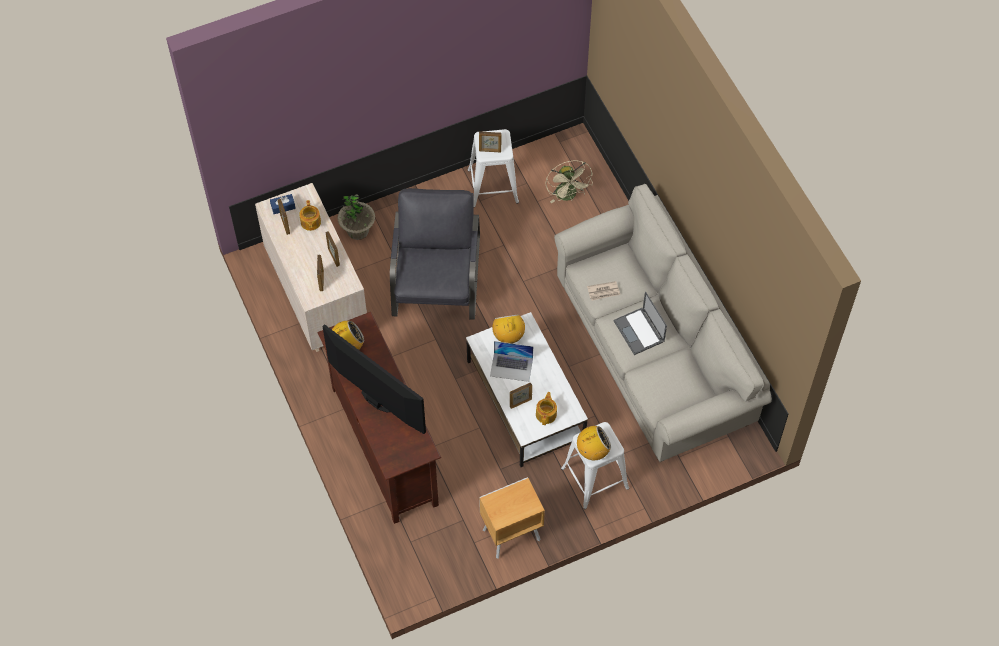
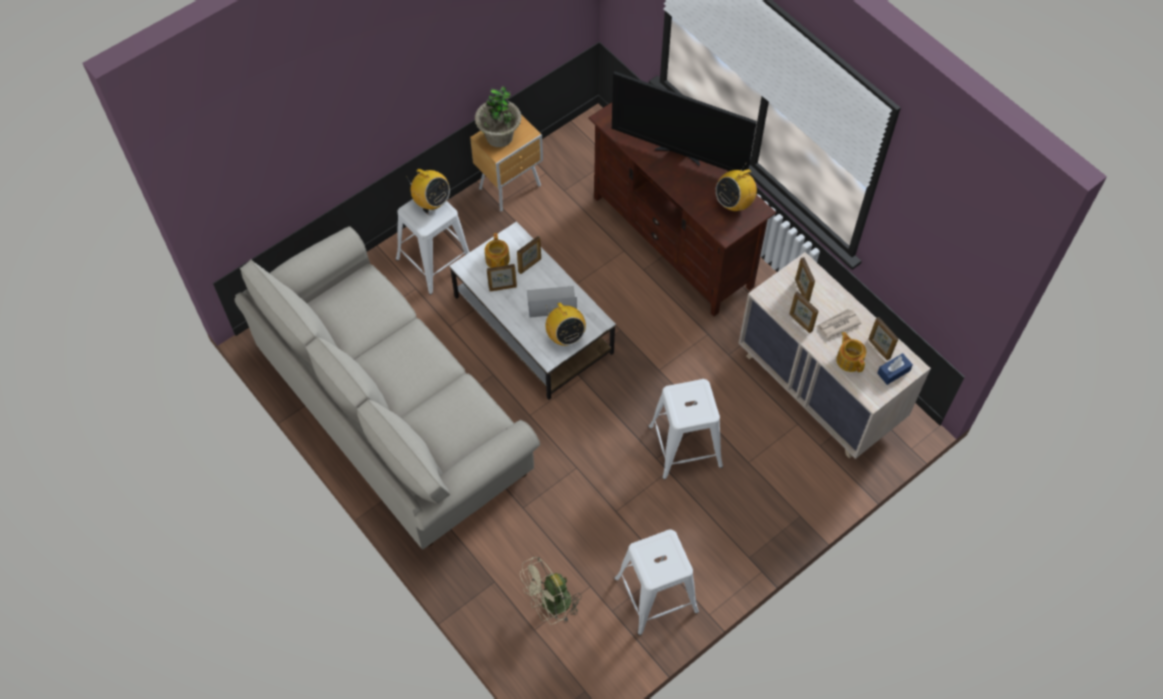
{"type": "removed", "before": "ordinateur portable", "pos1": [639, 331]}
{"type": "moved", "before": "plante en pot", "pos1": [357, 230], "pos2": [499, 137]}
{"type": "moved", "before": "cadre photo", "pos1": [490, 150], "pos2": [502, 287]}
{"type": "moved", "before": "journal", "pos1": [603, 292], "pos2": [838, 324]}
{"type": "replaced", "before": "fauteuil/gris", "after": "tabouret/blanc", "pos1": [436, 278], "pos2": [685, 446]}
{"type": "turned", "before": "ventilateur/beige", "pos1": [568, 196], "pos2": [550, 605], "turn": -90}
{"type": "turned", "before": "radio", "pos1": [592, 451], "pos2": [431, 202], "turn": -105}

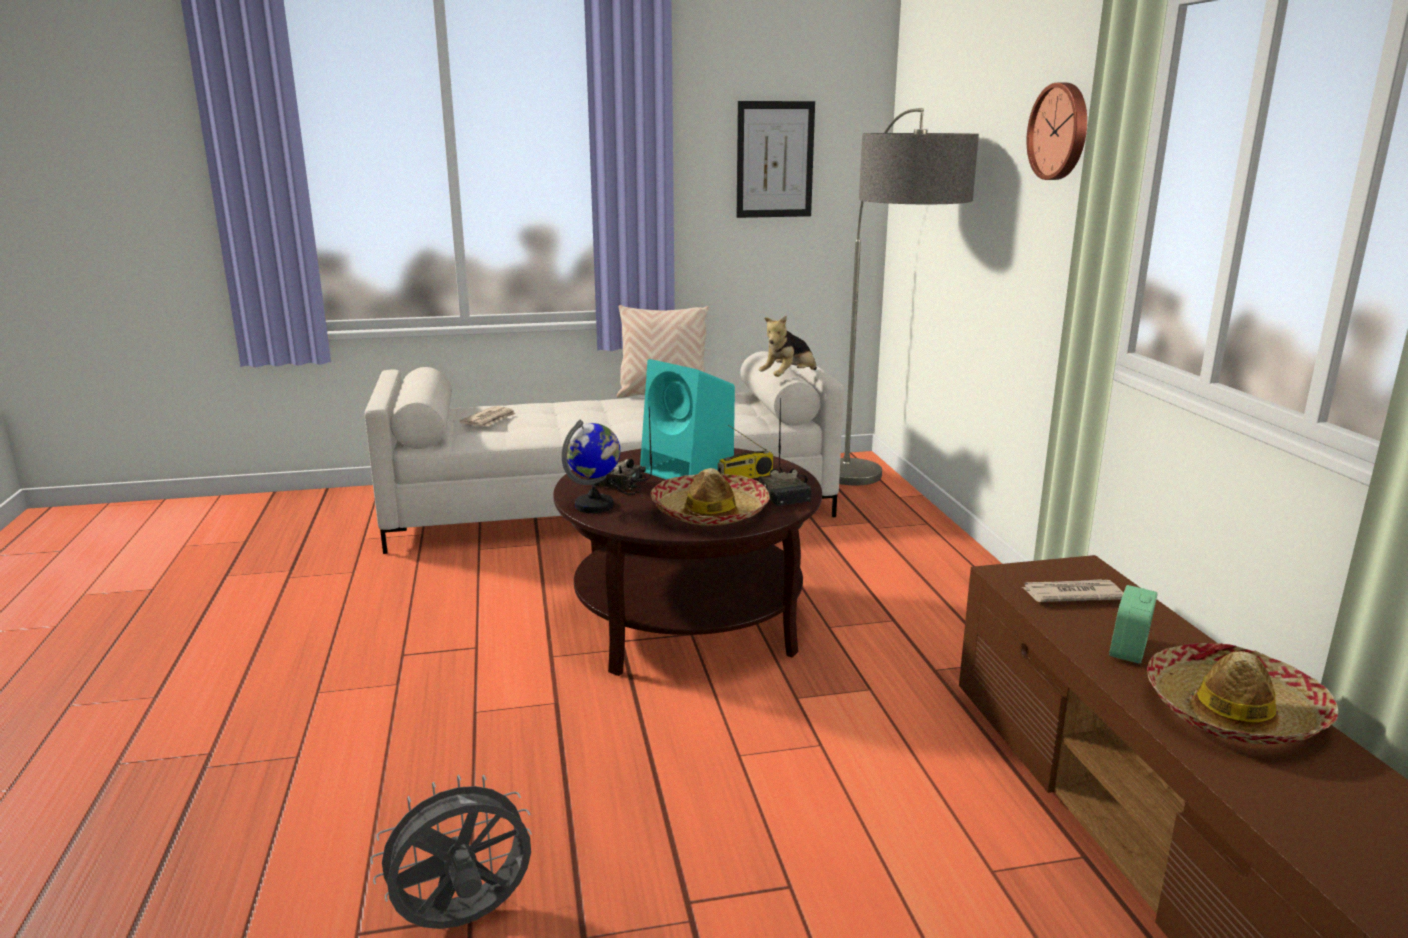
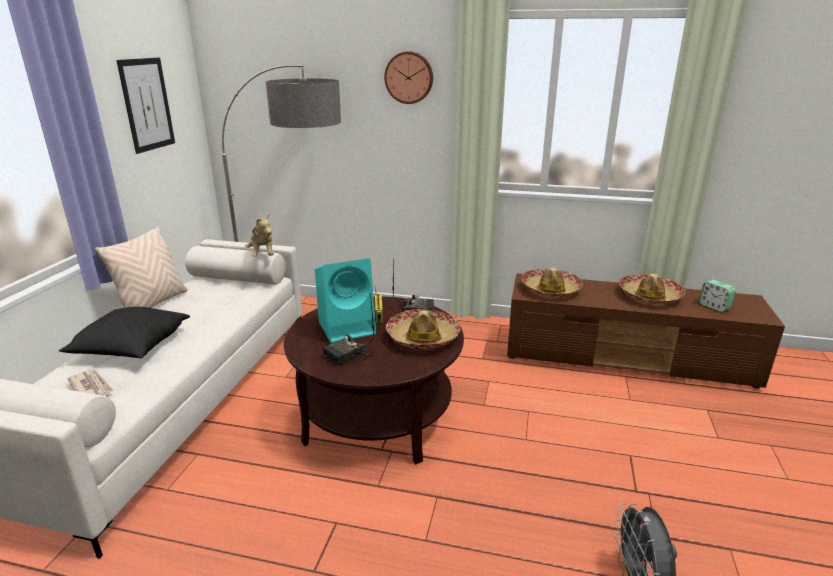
{"type": "removed", "before": "globe", "pos1": [595, 506]}
{"type": "added", "after": "coussin/noir", "pos2": [131, 347]}
{"type": "moved", "before": "réveil", "pos1": [1129, 650], "pos2": [714, 306]}
{"type": "replaced", "before": "journal", "after": "chapeau", "pos1": [1070, 594], "pos2": [550, 289]}

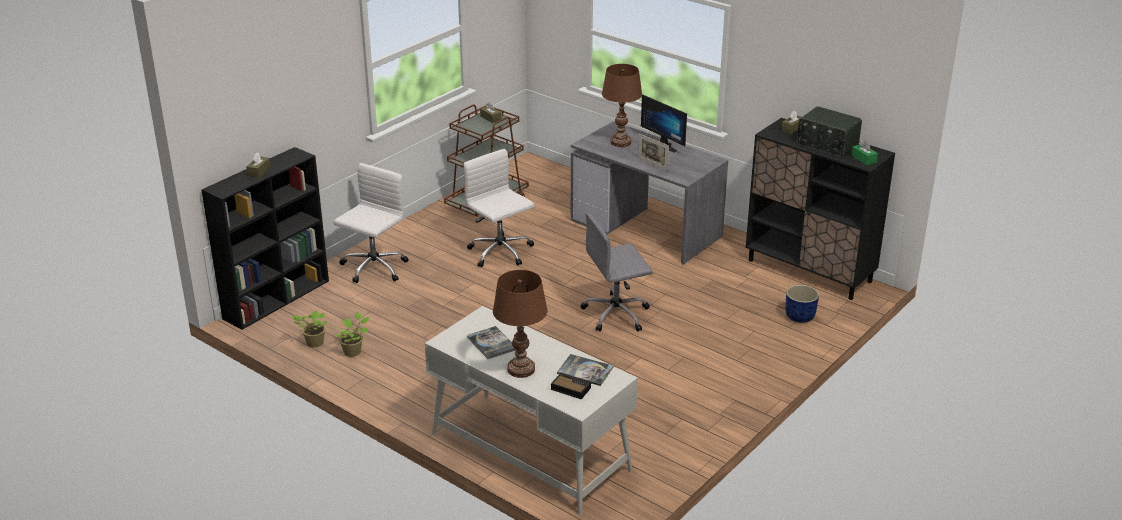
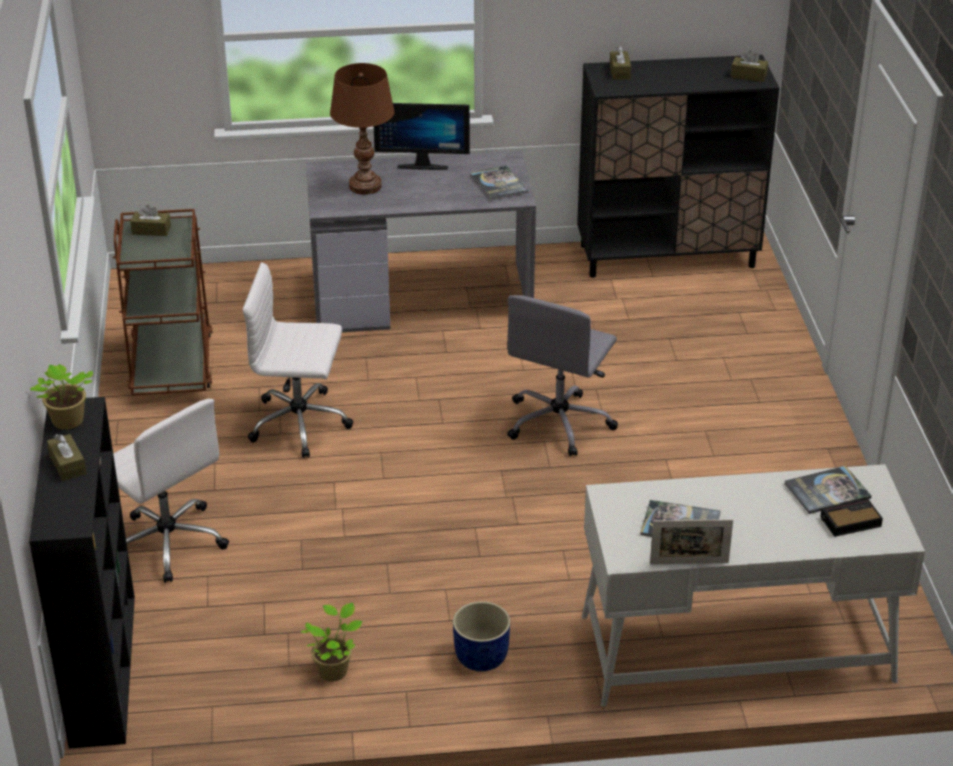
{"type": "removed", "before": "lampe de table/marron", "pos1": [521, 369]}
{"type": "removed", "before": "radio", "pos1": [827, 144]}
{"type": "added", "after": "livre", "pos2": [498, 184]}
{"type": "moved", "before": "plante en pot", "pos1": [313, 343], "pos2": [67, 422]}
{"type": "moved", "before": "cadre photo", "pos1": [652, 164], "pos2": [689, 563]}
{"type": "moved", "before": "cache-pot/bleu", "pos1": [799, 317], "pos2": [481, 657]}
{"type": "recoloured", "before": "boîte à mouchoirs/vert", "after": "boîte à mouchoirs/marron", "pos1": [863, 159], "pos2": [748, 76]}
{"type": "turned", "before": "chaise de bureau/blanc", "pos1": [373, 268], "pos2": [167, 542], "turn": 150}

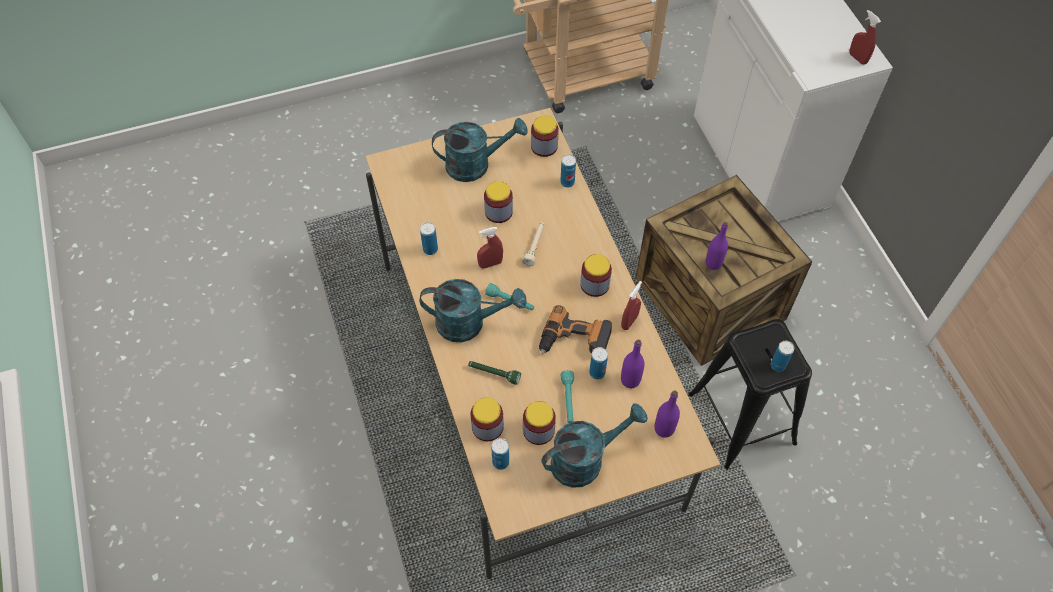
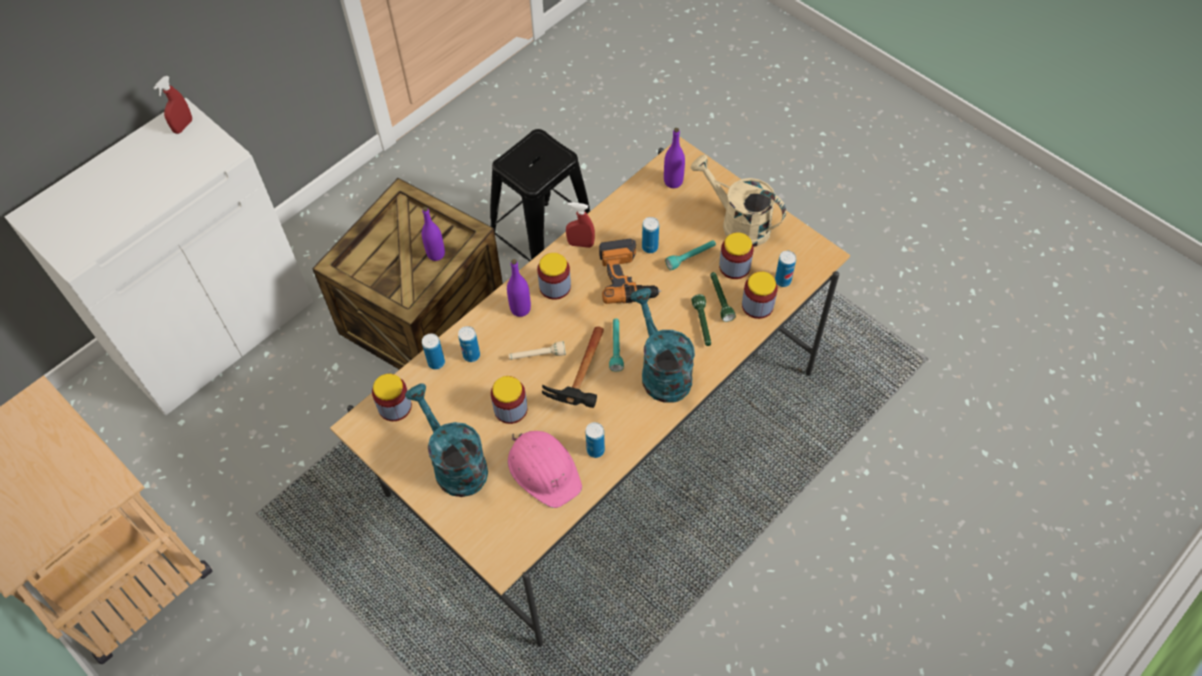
{"type": "added", "after": "casque de chantier/rose", "pos2": [544, 469]}
{"type": "added", "after": "lampe de poche/vert", "pos2": [720, 299]}
{"type": "moved", "before": "bouteille/violet", "pos1": [630, 380], "pos2": [520, 309]}
{"type": "moved", "before": "boîte métallique", "pos1": [778, 365], "pos2": [471, 355]}
{"type": "replaced", "before": "vaporisateur/rouge", "after": "marteau", "pos1": [490, 264], "pos2": [581, 385]}
{"type": "recoloured", "before": "arrosoir/turquoise", "after": "arrosoir/beige", "pos1": [585, 459], "pos2": [737, 223]}

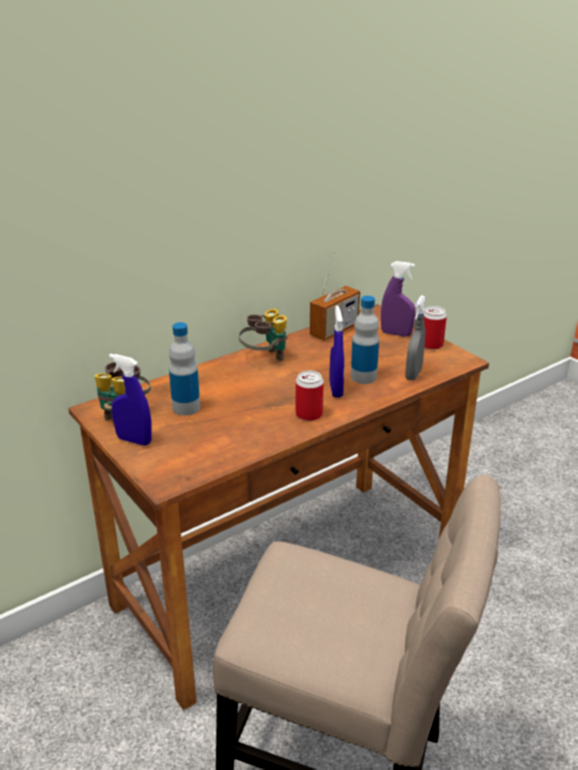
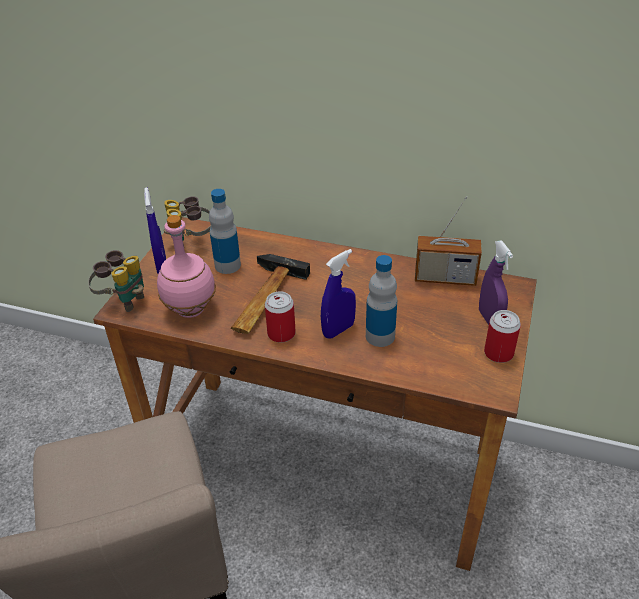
{"type": "removed", "before": "vaporisateur/gris", "pos1": [413, 374]}
{"type": "added", "after": "bouteille/rose", "pos2": [190, 310]}
{"type": "added", "after": "marteau", "pos2": [262, 299]}
{"type": "moved", "before": "jumelles", "pos1": [264, 358], "pos2": [123, 300]}

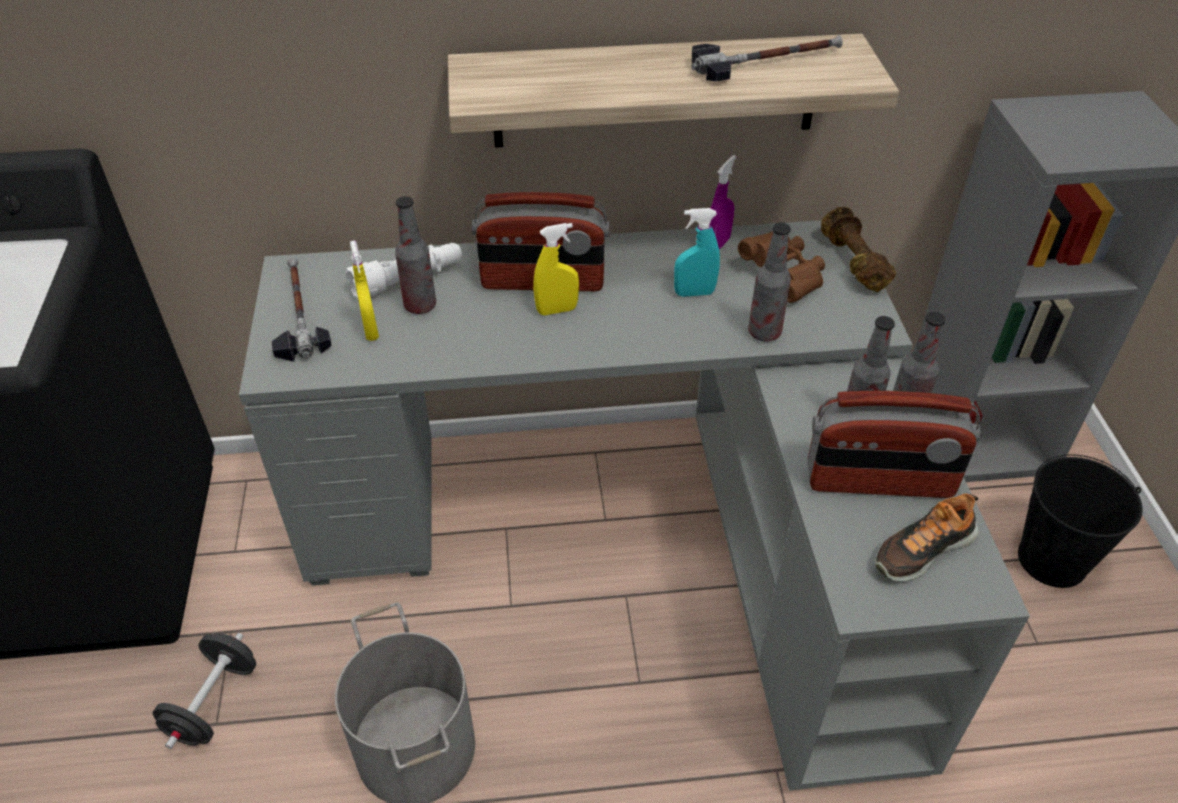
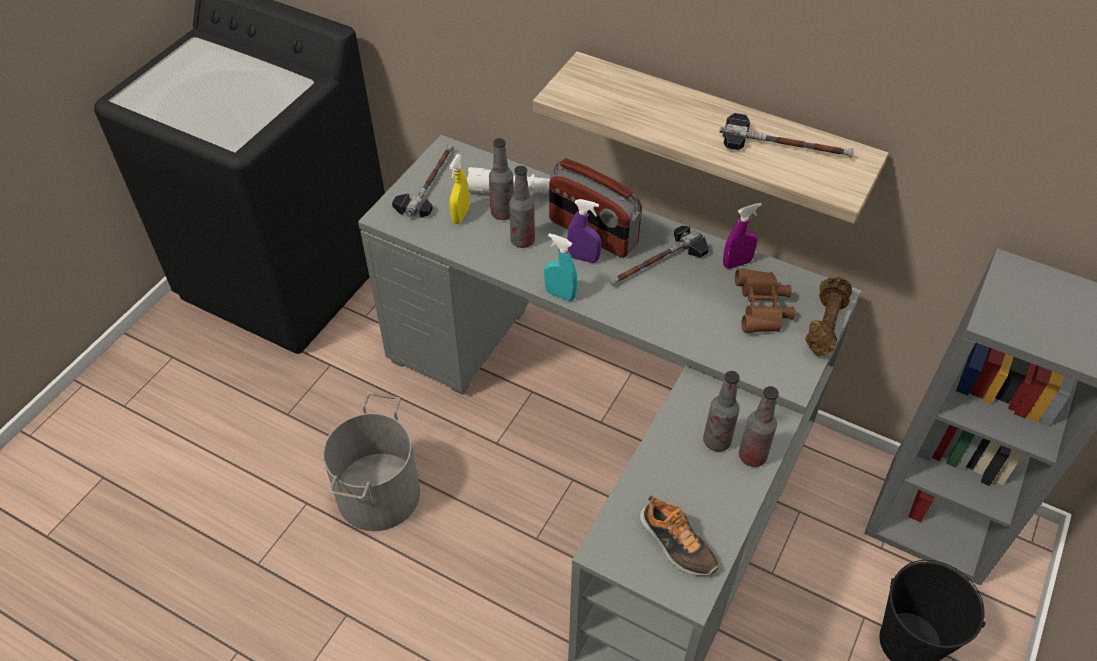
{"type": "removed", "before": "haltère/noir", "pos1": [213, 703]}
{"type": "removed", "before": "radio", "pos1": [879, 482]}
{"type": "added", "after": "marteau", "pos2": [657, 263]}
{"type": "moved", "before": "vaporisateur/turquoise", "pos1": [694, 293], "pos2": [560, 294]}
{"type": "moved", "before": "bouteille", "pos1": [764, 332], "pos2": [522, 240]}
{"type": "recoloured", "before": "vaporisateur/jaune", "after": "vaporisateur/violet", "pos1": [557, 310], "pos2": [583, 258]}
{"type": "turned", "before": "chaussure", "pos1": [922, 549], "pos2": [676, 544], "turn": -135}

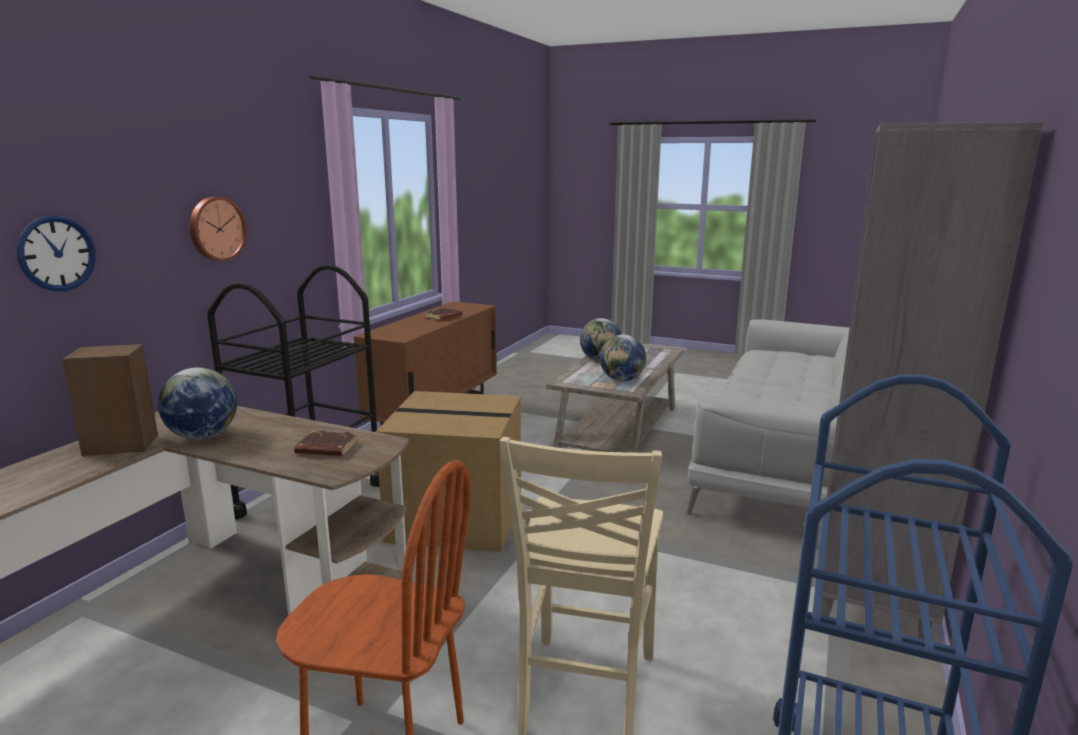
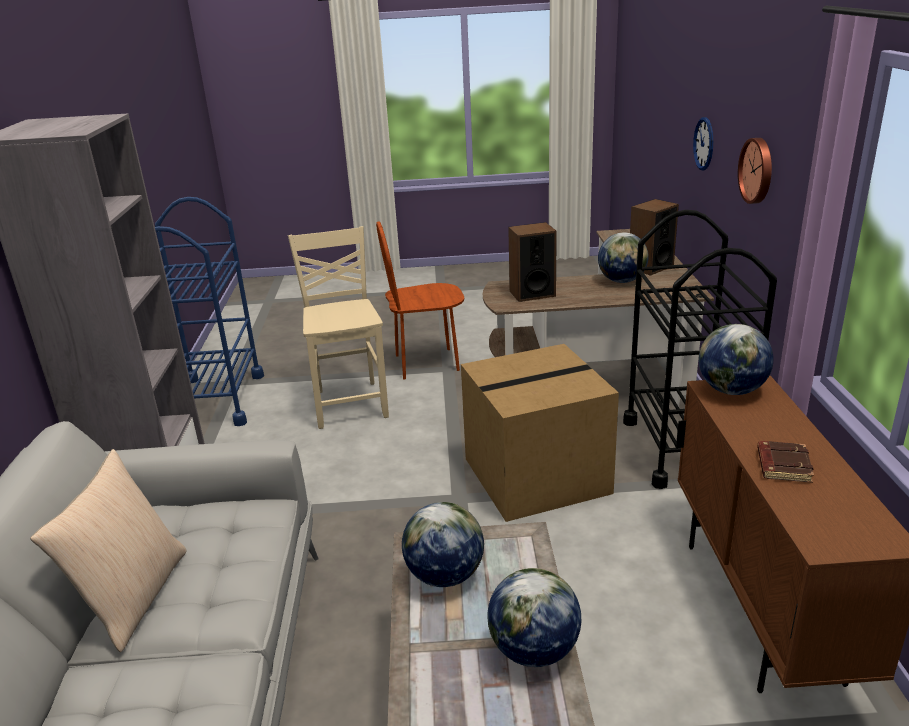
{"type": "added", "after": "coussin/beige", "pos2": [134, 596]}
{"type": "added", "after": "globe", "pos2": [731, 390]}
{"type": "replaced", "before": "livre/marron", "after": "enceinte", "pos1": [326, 449], "pos2": [532, 293]}

